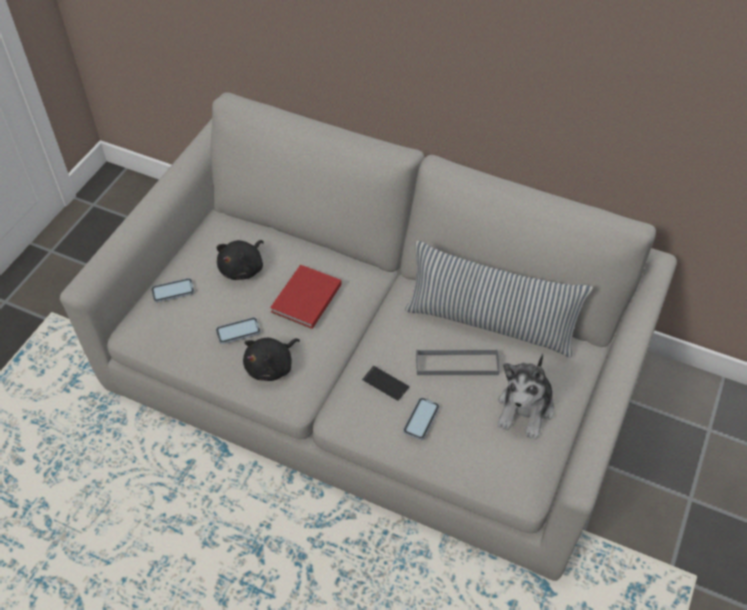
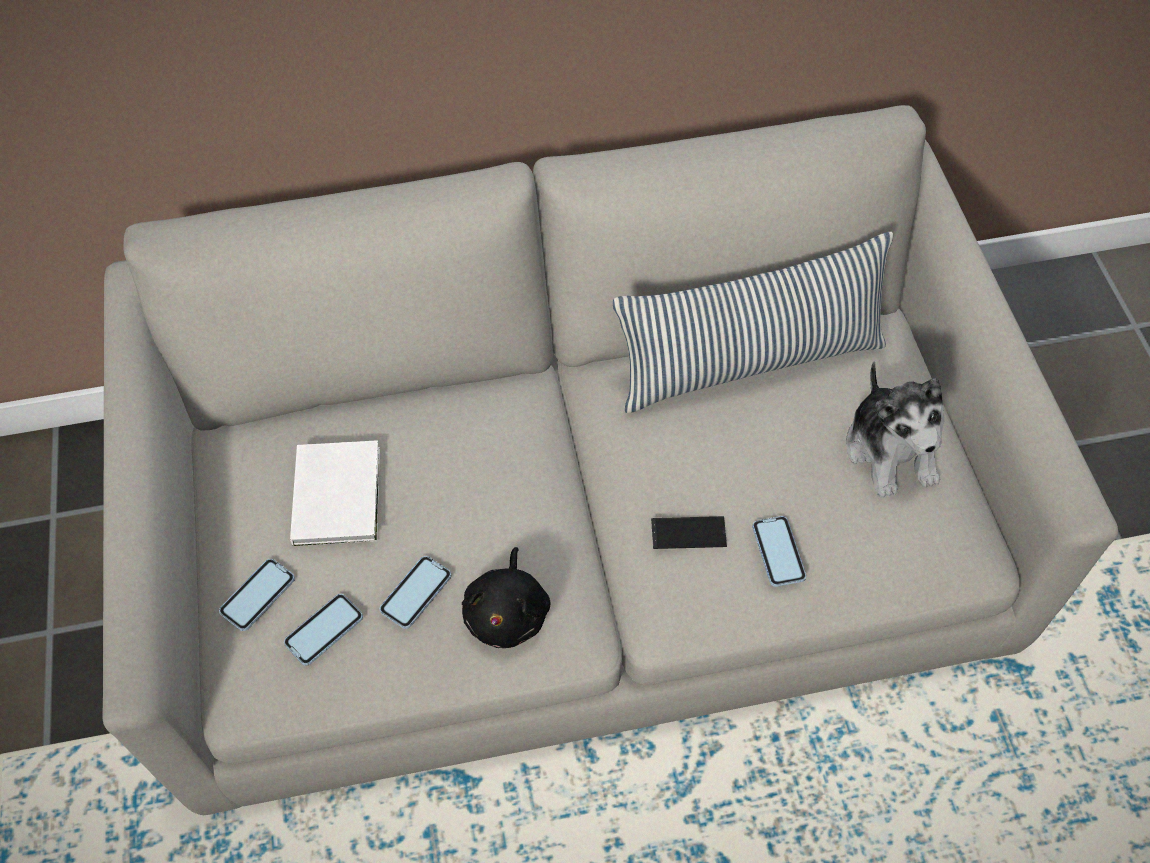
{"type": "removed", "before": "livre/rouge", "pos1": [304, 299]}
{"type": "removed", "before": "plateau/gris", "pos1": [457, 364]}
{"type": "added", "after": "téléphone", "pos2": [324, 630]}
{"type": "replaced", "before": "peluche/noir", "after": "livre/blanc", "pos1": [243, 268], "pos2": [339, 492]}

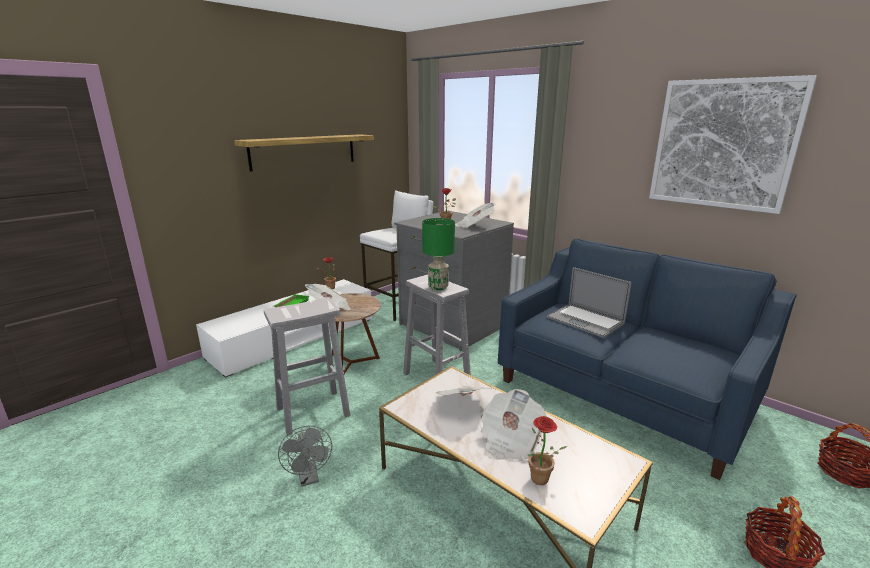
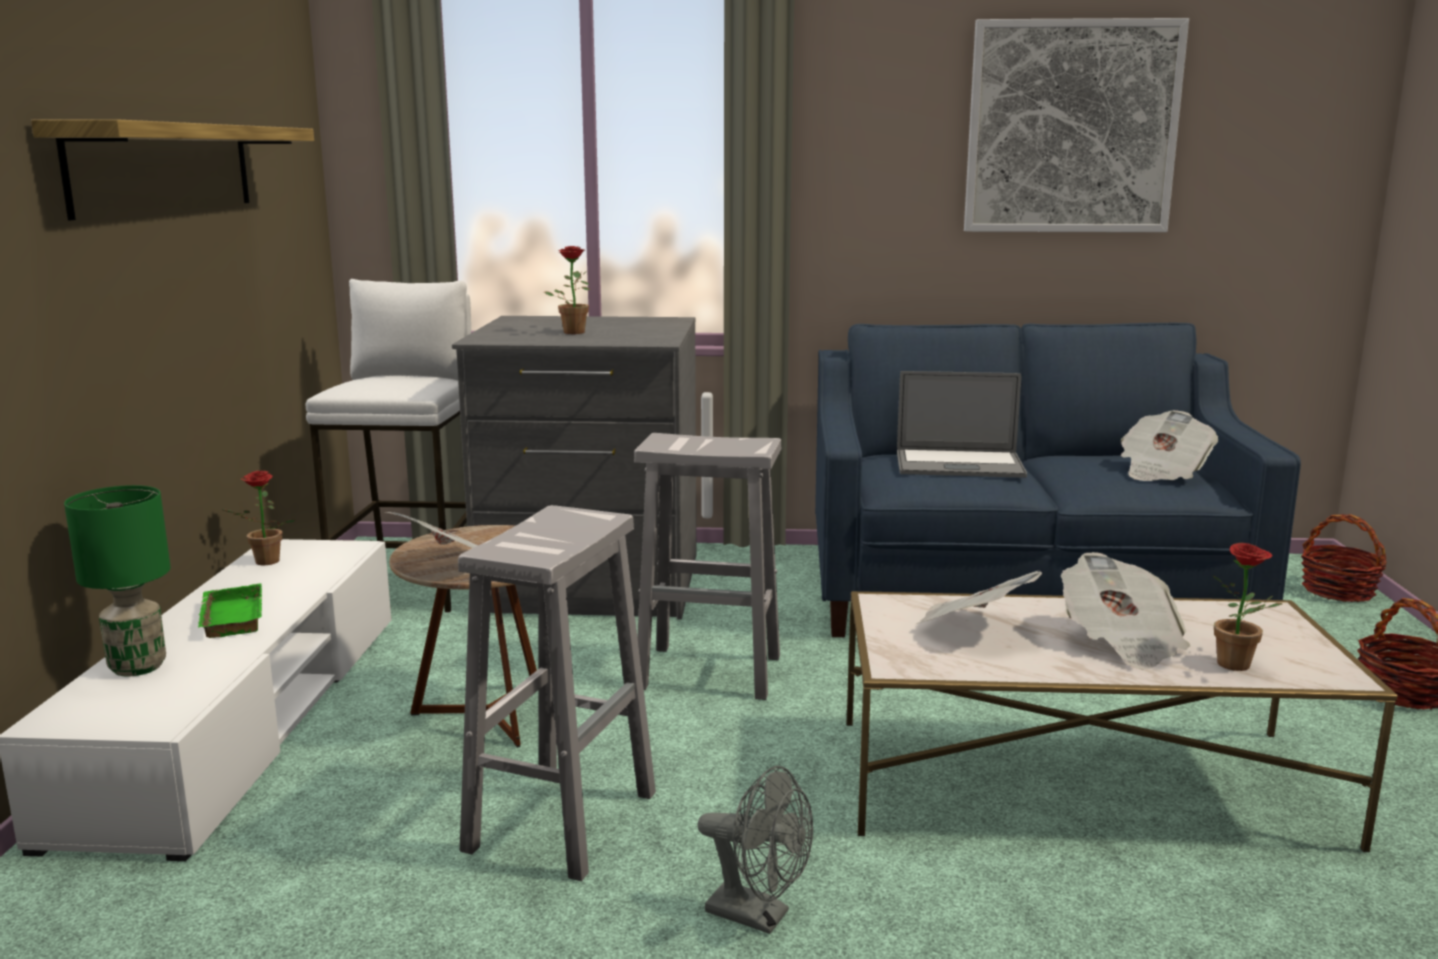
{"type": "moved", "before": "lampe de table/vert", "pos1": [438, 287], "pos2": [136, 667]}
{"type": "moved", "before": "journal", "pos1": [474, 225], "pos2": [1162, 472]}

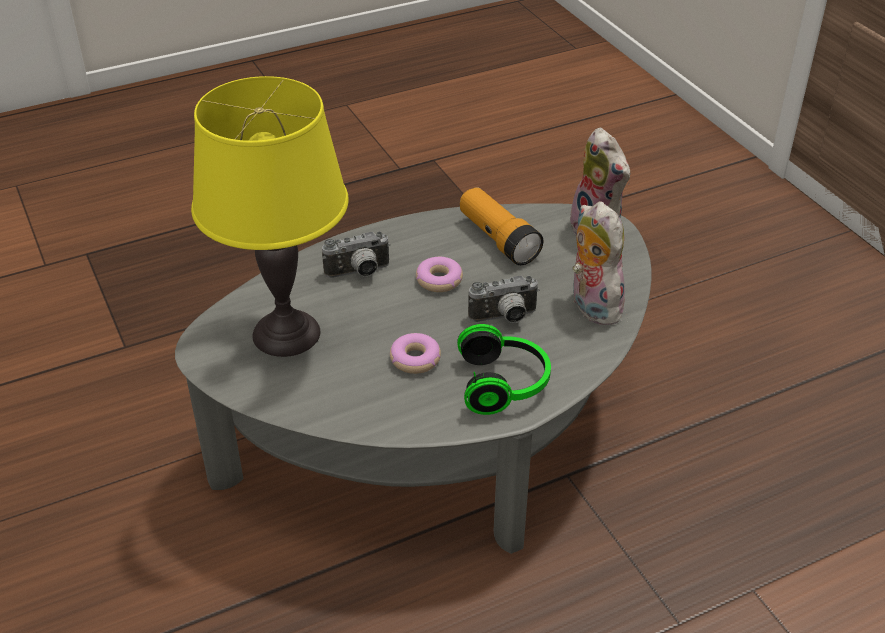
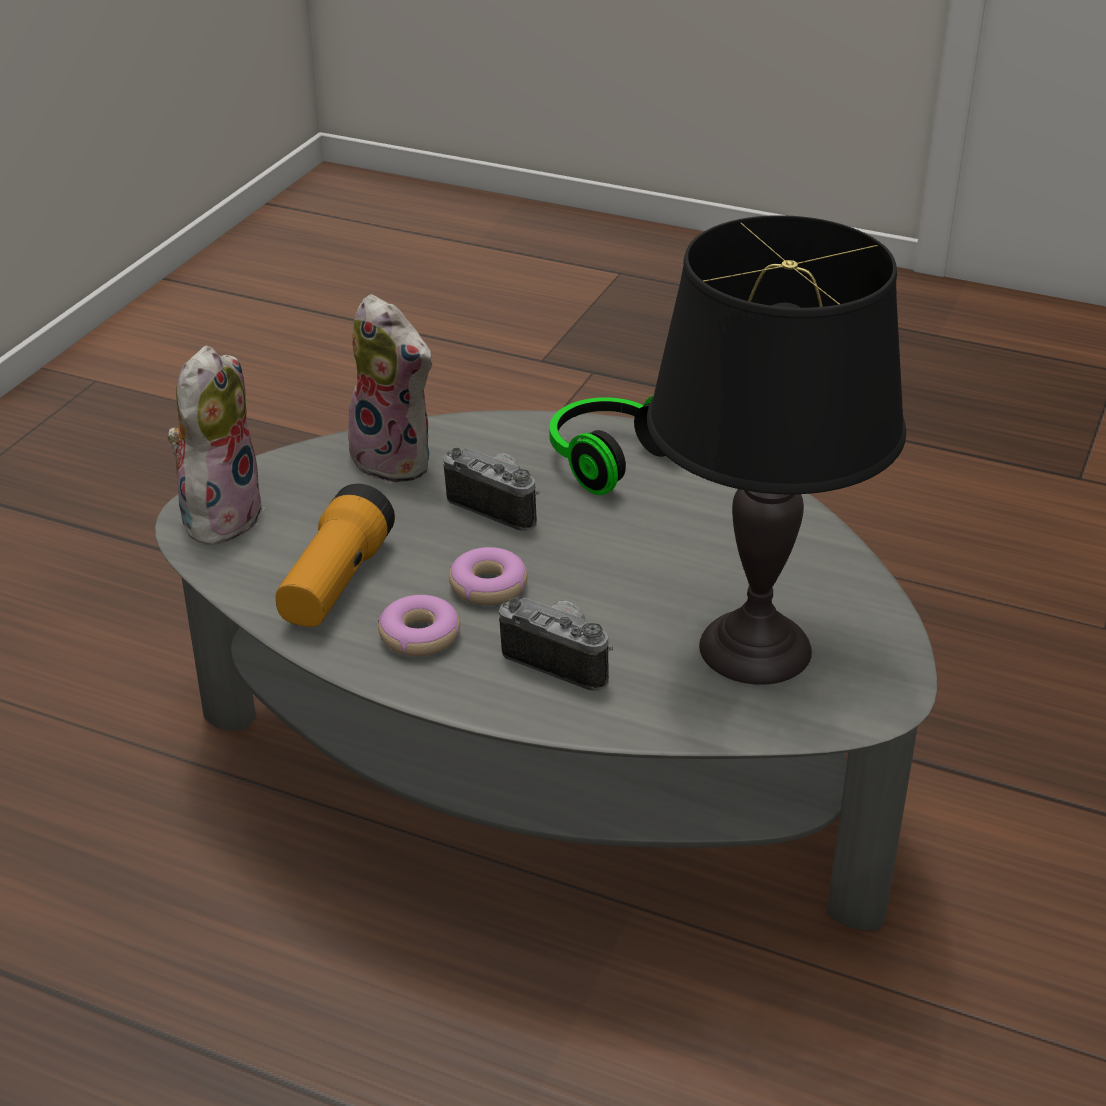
{"type": "moved", "before": "beignet", "pos1": [415, 359], "pos2": [419, 635]}
{"type": "recoloured", "before": "lampe de table/jaune", "after": "lampe de table/noir", "pos1": [287, 334], "pos2": [754, 648]}
{"type": "turned", "before": "peluche", "pos1": [591, 306], "pos2": [397, 460], "turn": -75}

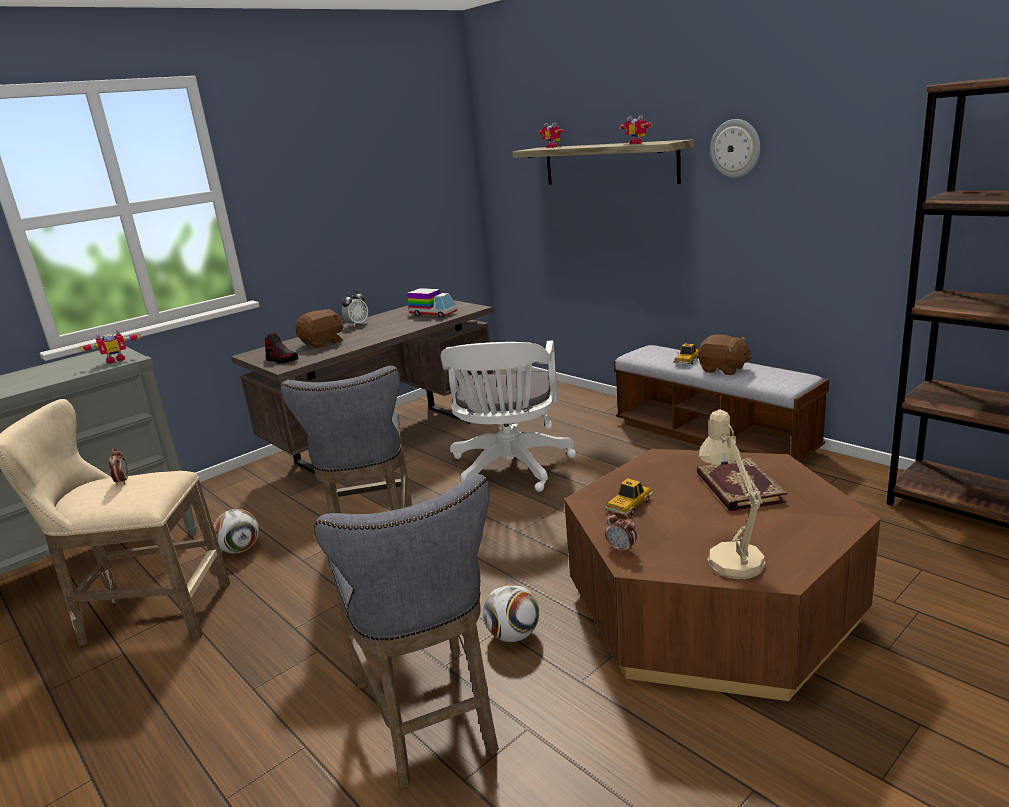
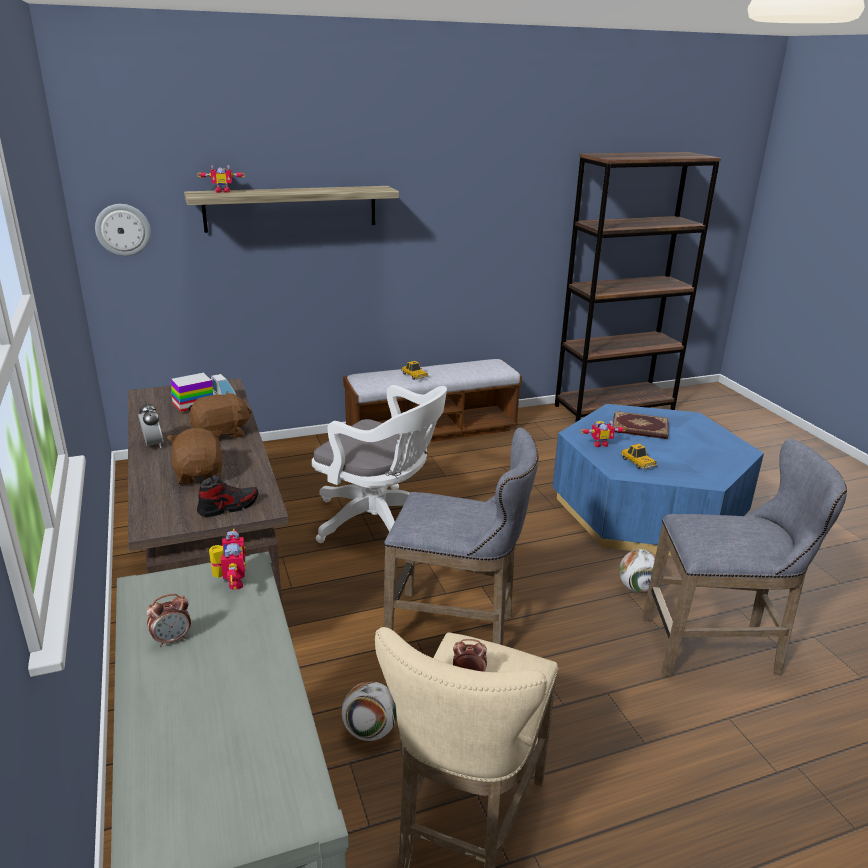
{"type": "removed", "before": "lampe de table/beige", "pos1": [730, 556]}
{"type": "moved", "before": "réveil", "pos1": [621, 549], "pos2": [172, 639]}
{"type": "moved", "before": "robot jouet", "pos1": [638, 143], "pos2": [600, 444]}
{"type": "moved", "before": "peluche/marron", "pos1": [723, 369], "pos2": [221, 434]}
{"type": "moved", "before": "horloge murale", "pos1": [735, 148], "pos2": [123, 230]}
{"type": "recoloured", "before": "table basse/marron", "after": "table basse/bleu", "pos1": [712, 607], "pos2": [647, 509]}

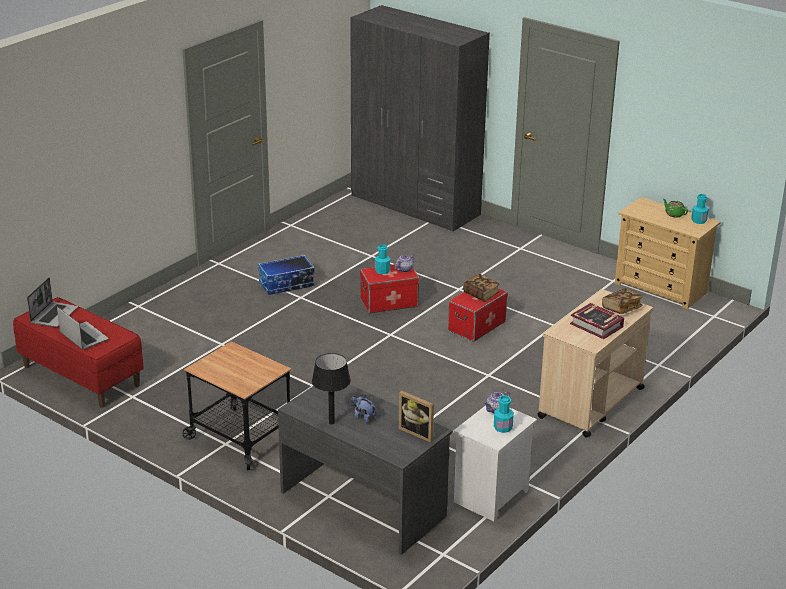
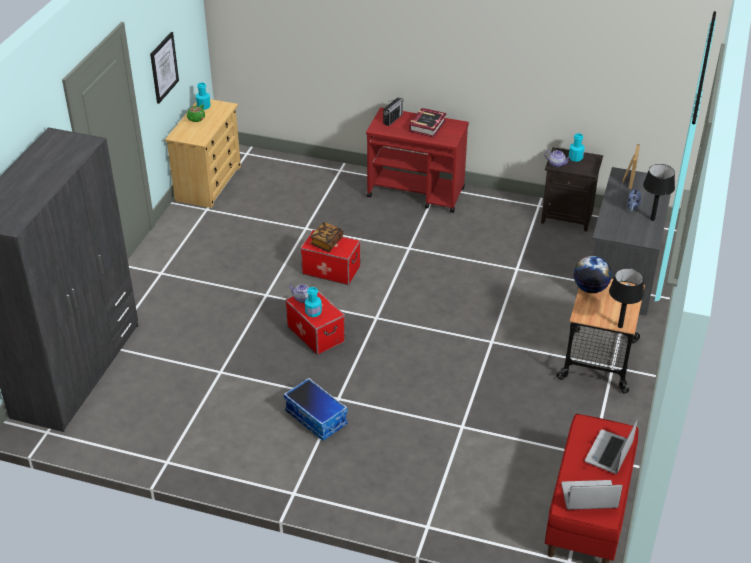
{"type": "added", "after": "tableau", "pos2": [164, 67]}
{"type": "added", "after": "globe", "pos2": [590, 288]}
{"type": "added", "after": "lampe de table/noir", "pos2": [620, 326]}
{"type": "replaced", "before": "livre", "after": "radio", "pos1": [621, 308], "pos2": [393, 119]}
{"type": "recoloured", "before": "table de chevet/blanc", "after": "table de chevet/noir", "pos1": [491, 497], "pos2": [568, 216]}
{"type": "recoloured", "before": "chariot/beige", "after": "chariot/rouge", "pos1": [590, 403], "pos2": [416, 193]}

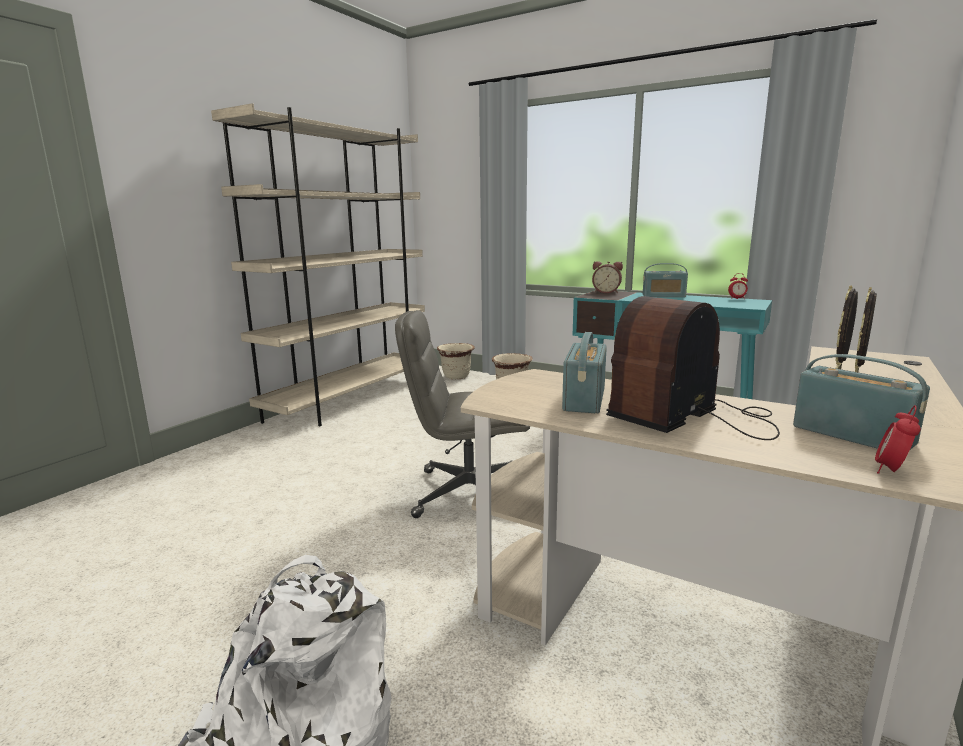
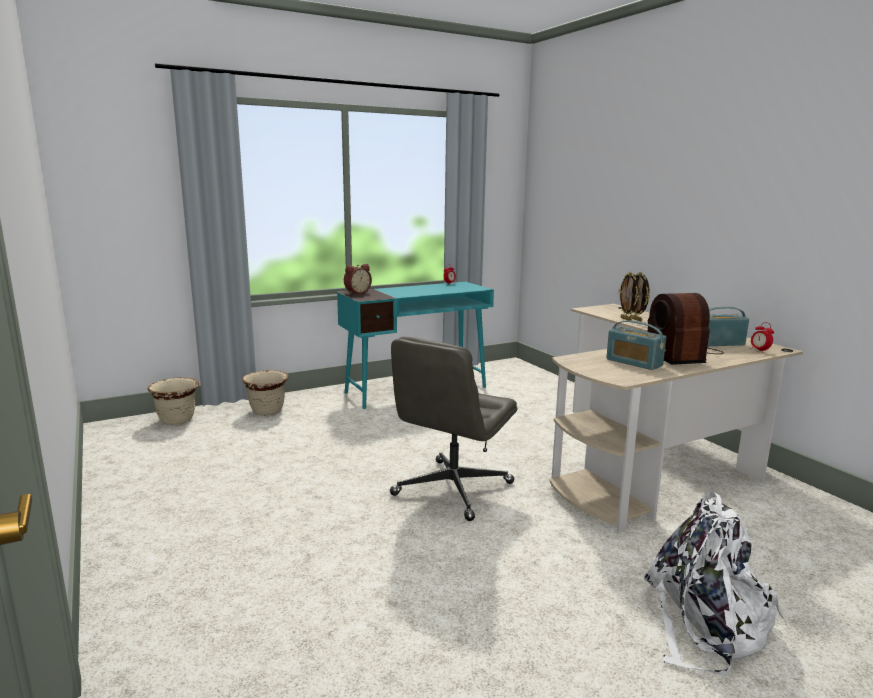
{"type": "removed", "before": "bibliothèque/beige", "pos1": [350, 400]}
{"type": "removed", "before": "radio", "pos1": [663, 296]}

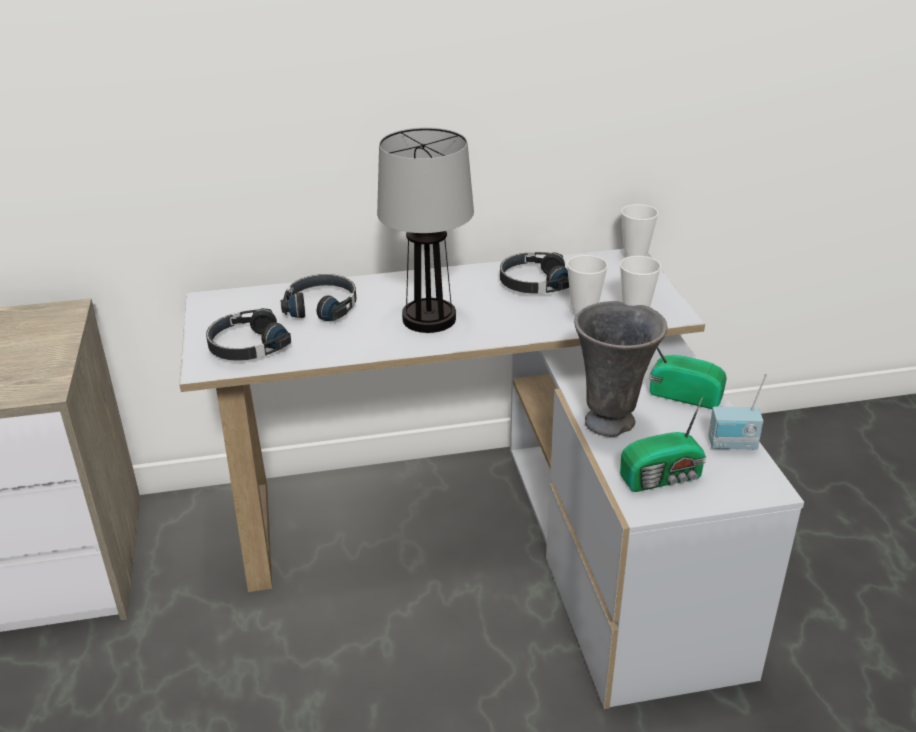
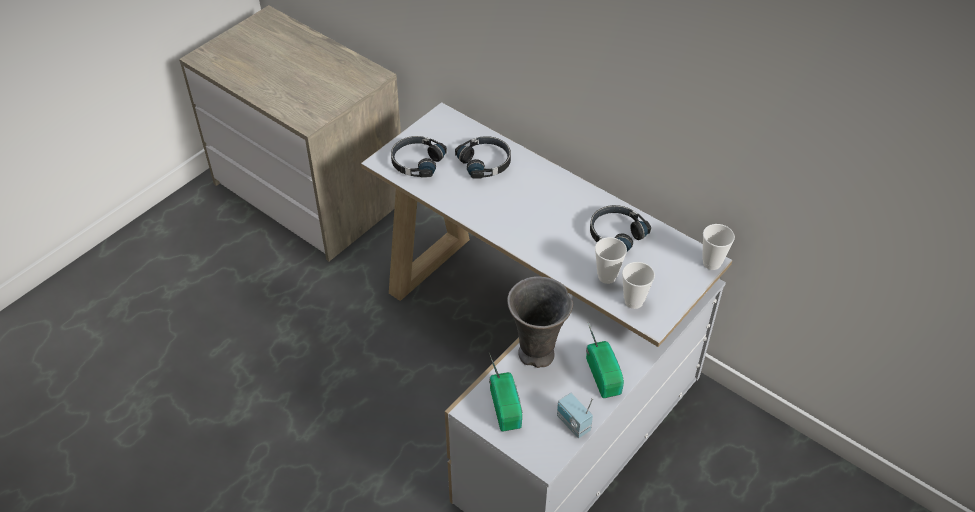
{"type": "removed", "before": "lampe de table", "pos1": [428, 319]}
{"type": "turned", "before": "radio", "pos1": [663, 478], "pos2": [506, 406], "turn": -135}

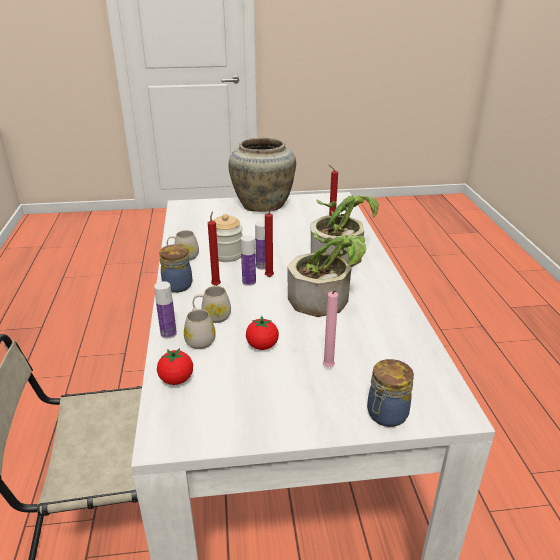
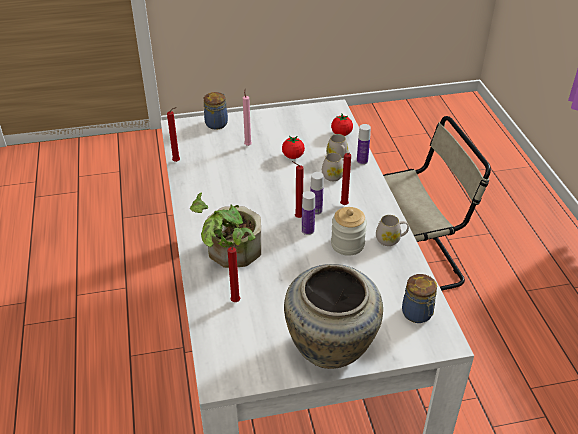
{"type": "removed", "before": "plante en pot", "pos1": [326, 297]}
{"type": "added", "after": "bougie/rouge", "pos2": [177, 161]}
{"type": "moved", "before": "bocal", "pos1": [177, 285], "pos2": [418, 314]}

